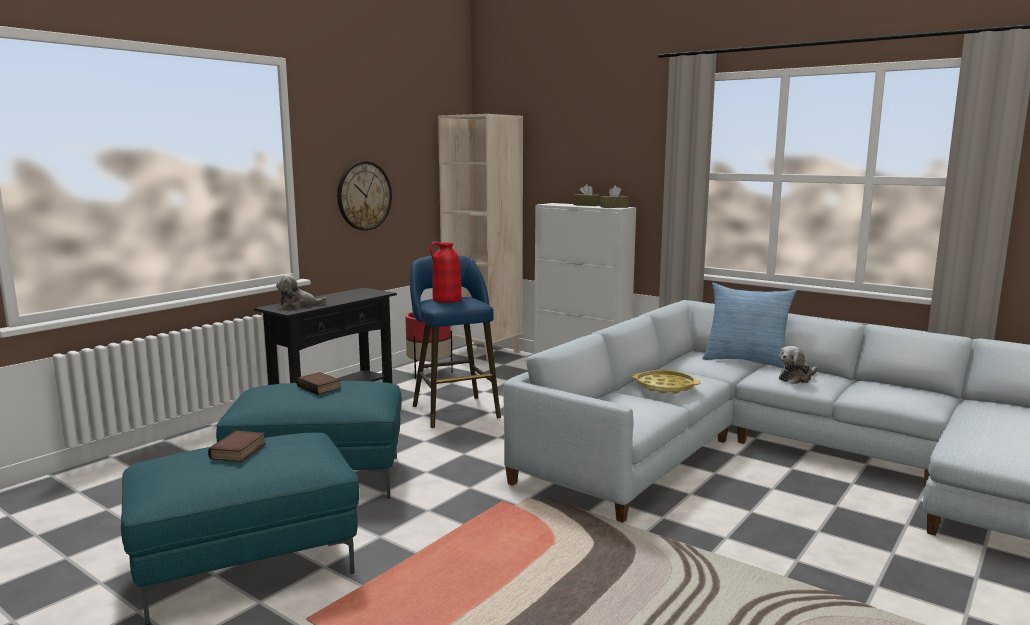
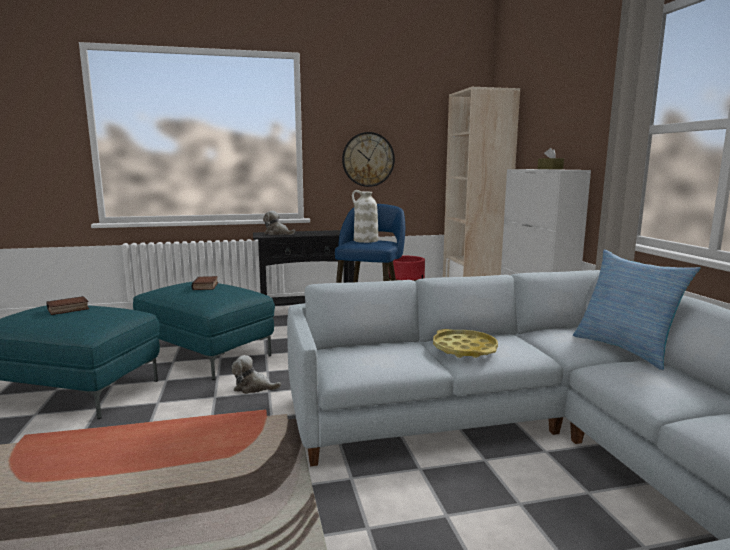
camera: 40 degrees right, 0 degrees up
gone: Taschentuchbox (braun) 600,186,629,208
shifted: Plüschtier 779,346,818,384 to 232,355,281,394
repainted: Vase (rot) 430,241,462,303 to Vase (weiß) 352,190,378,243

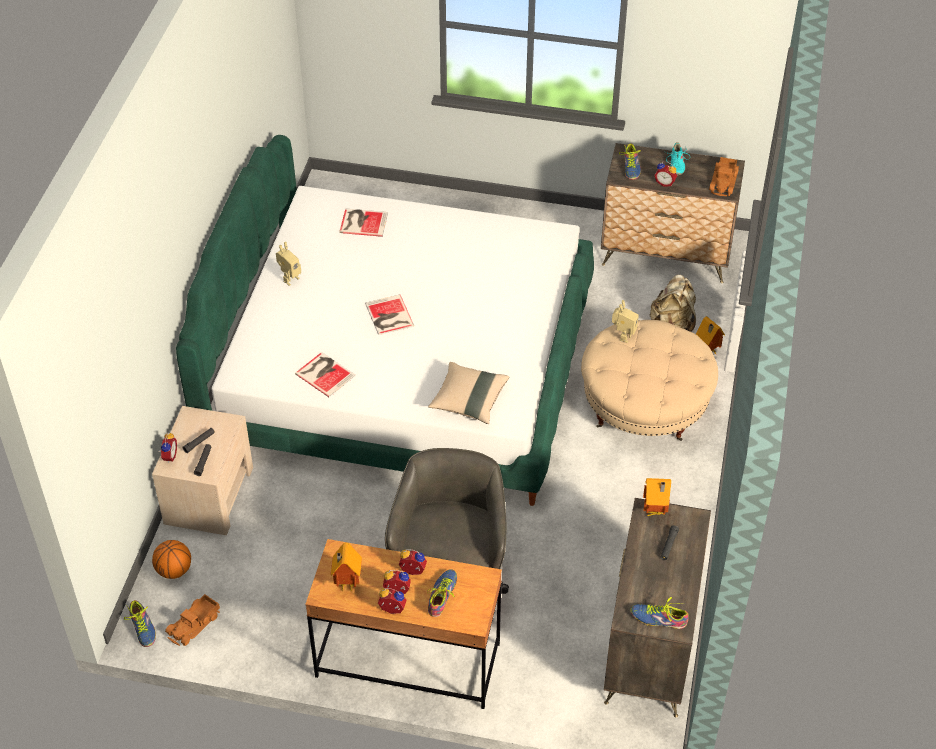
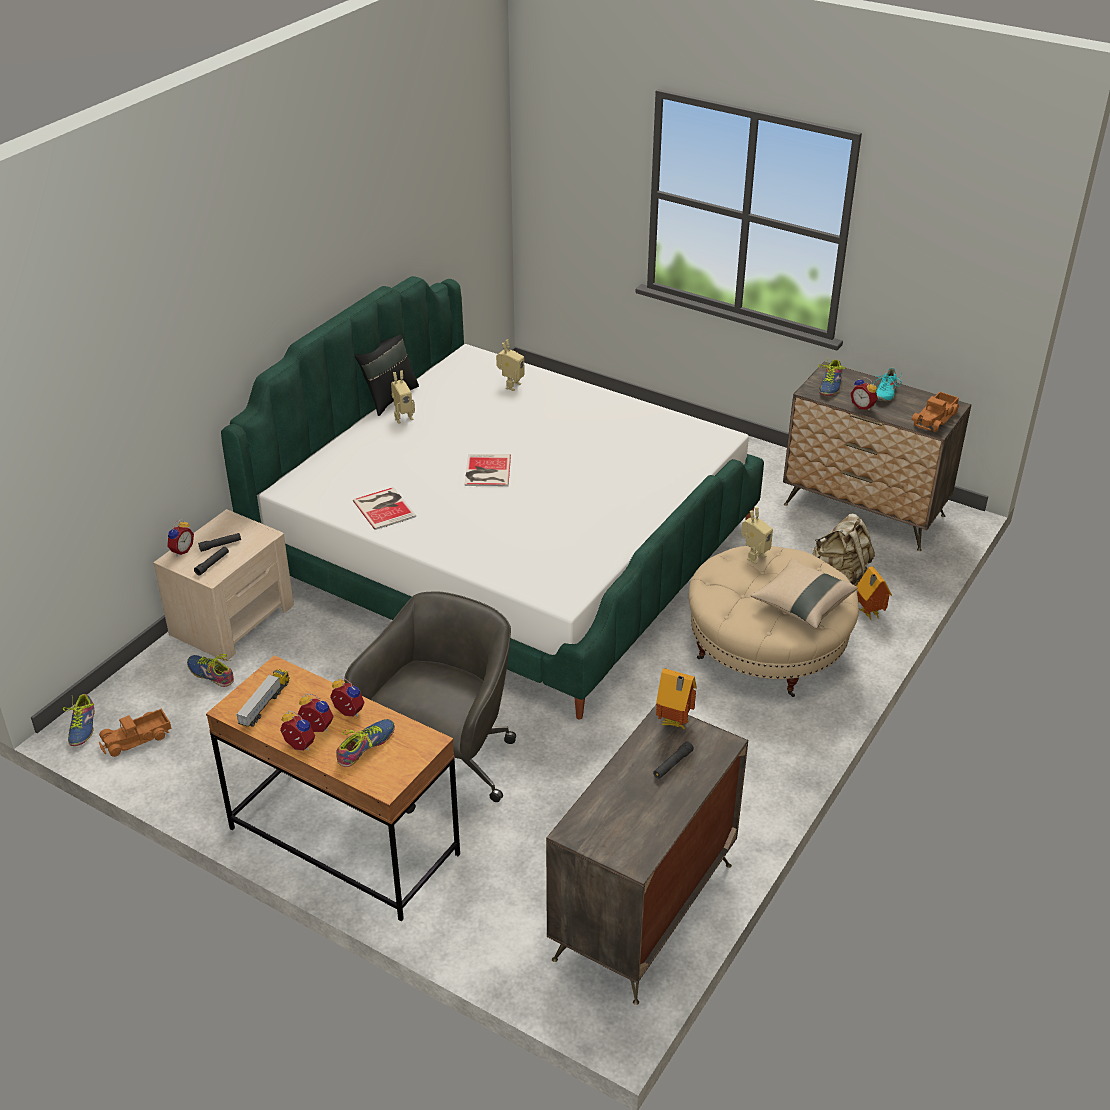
camera: 20 degrees right, 10 degrees down
gone: Basketball 152,540,191,579
new: Kissen (schwarz) 355,335,419,416
shifted: Schuh 631,597,689,629 to 187,654,234,687; Kissen (beige) 428,362,509,424 to 751,558,858,629
swapped: Spielzeughaus 331,543,362,591 to Spielzeuglaster 236,669,289,727; Buch 339,208,388,237 to Spielzeugroboter 496,340,525,391

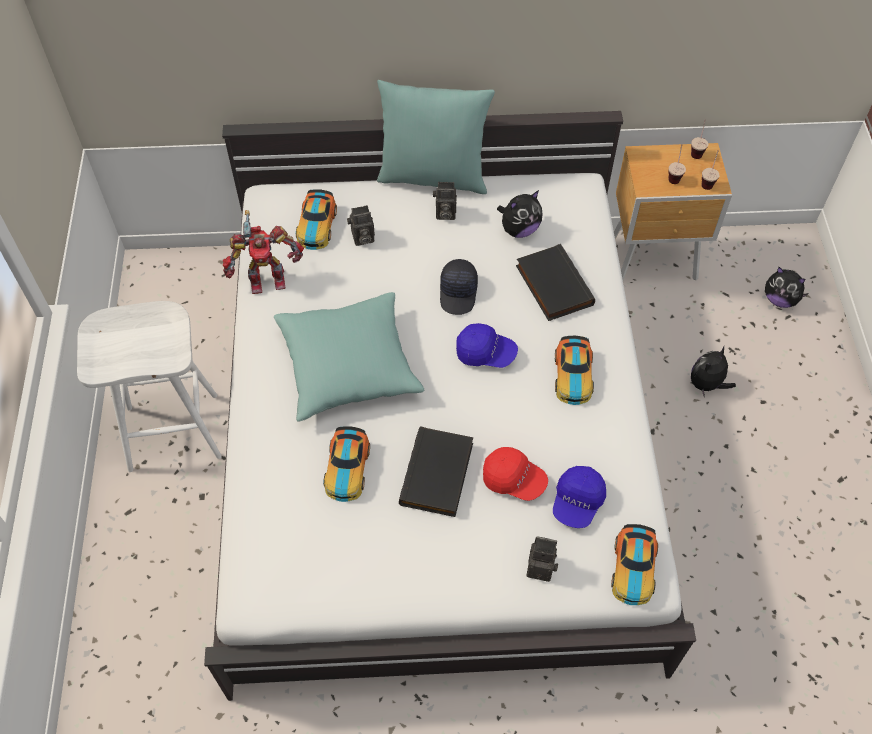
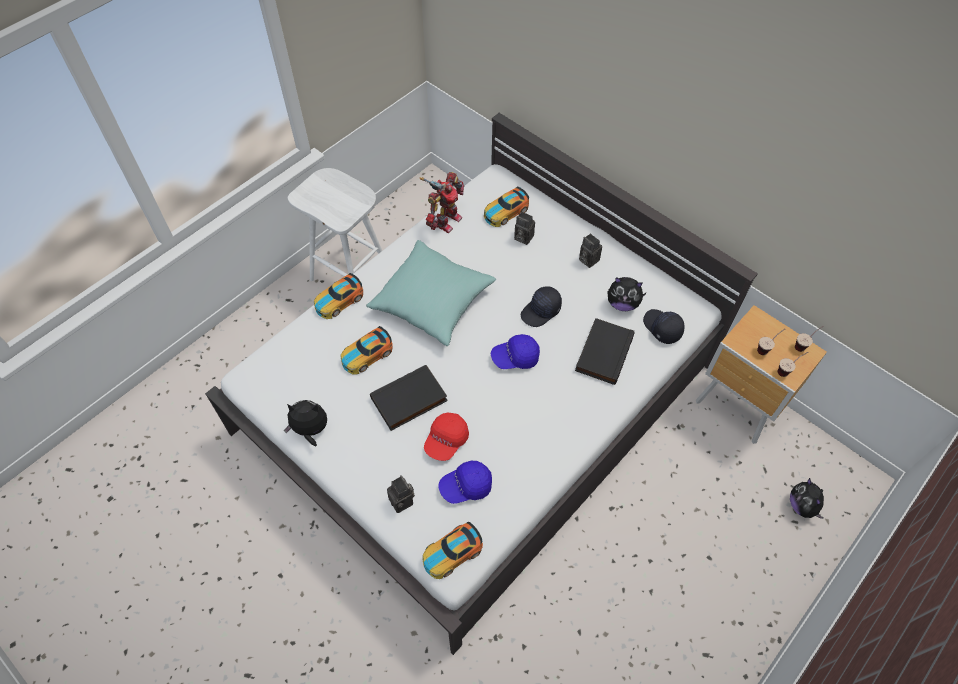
camera: 45 degrees right, 0 degrees up
gone: Kissen (türkis) 377,80,495,194
new: Kappe (schwarz) 643,309,685,344
shifted: Plüschtier 691,347,736,396 to 284,400,327,447; Spielzeugauto 555,336,594,405 to 314,273,363,319
rotated: Spielzeugroboter 223,210,304,294 = 419,172,465,233 90 degrees counterclockwise; Kappe (rot) 483,447,548,501 = 424,413,469,461 45 degrees clockwise; Kappe (blau) 456,323,518,368 = 491,334,540,369 105 degrees clockwise

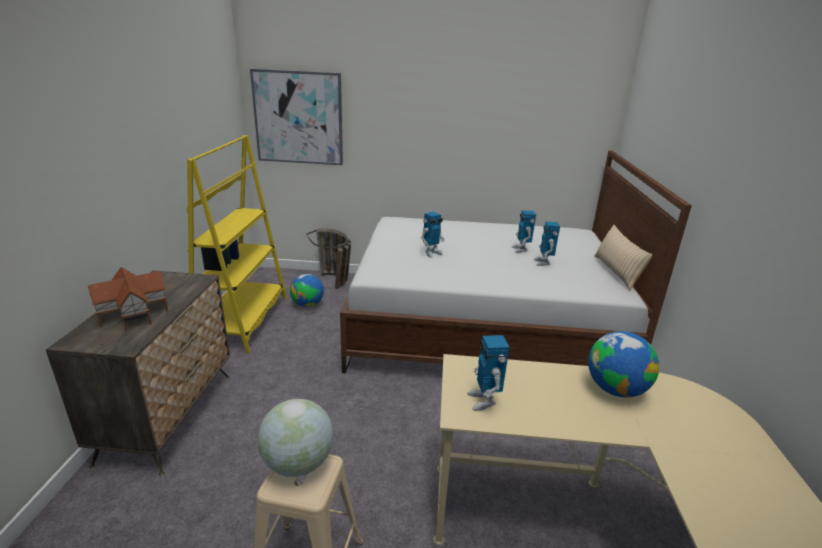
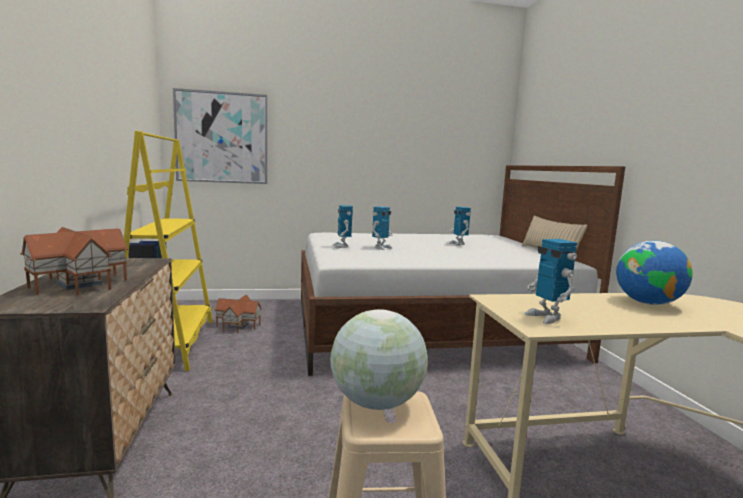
camera: 15 degrees left, 15 degrees down
gone: Korb 307,229,351,289
shifted: Spielzeugroboter 534,222,560,266 to 333,205,353,248
swapped: Globus 290,274,324,307 to Spielzeughaus 215,294,262,333

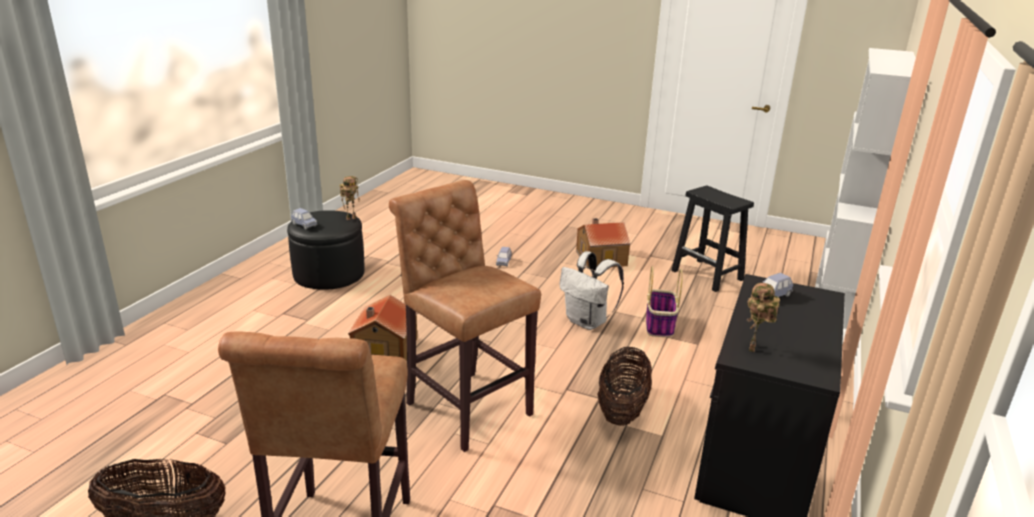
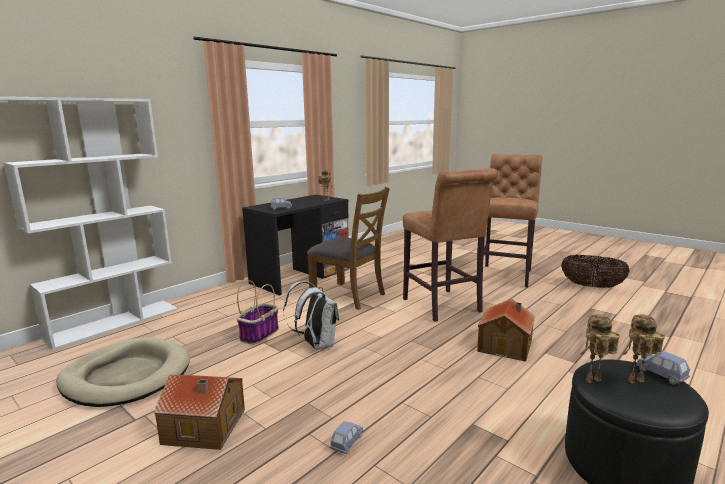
camera: 160 degrees left, 10 degrees down
new: Spielzeugroboter 623,314,665,383
swapped: Hocker (schwarz) 671,186,754,292 to Hundebett (beige) 56,337,190,407; Korb 598,346,652,426 to Stuhl (braun) 307,187,390,310

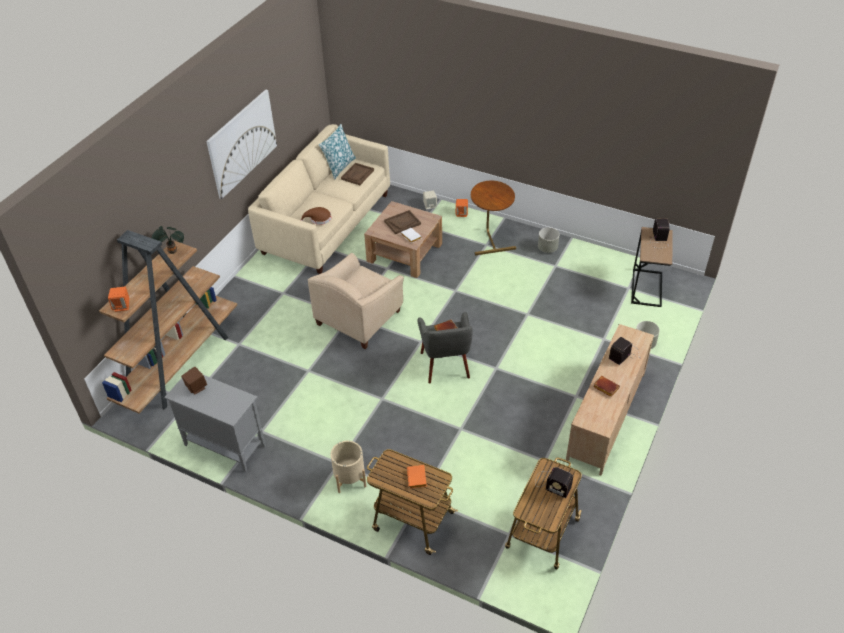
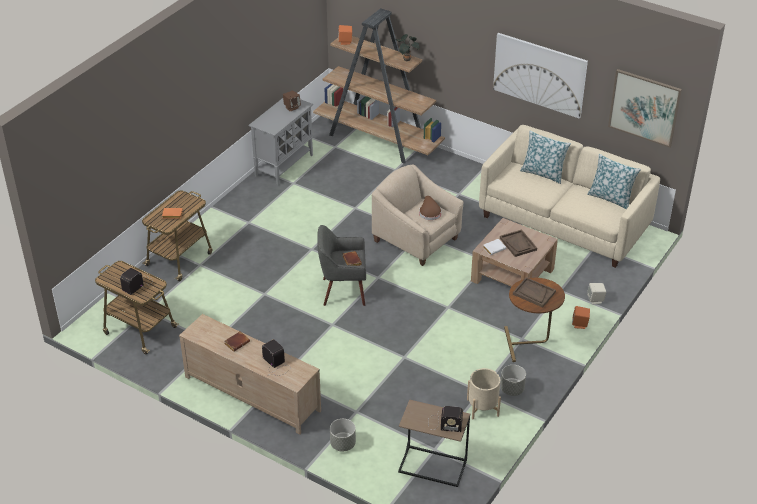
camera: 95 degrees right, 5 degrees down
new: Kissen 520,131,571,184; Bild 608,69,682,148
shifted: Hut (braun) 301,207,331,225 to 419,196,442,220; Pflanzkübel (beige) 331,441,366,493 to 467,368,501,419; Tablett (braun) 341,163,374,185 to 513,277,556,307

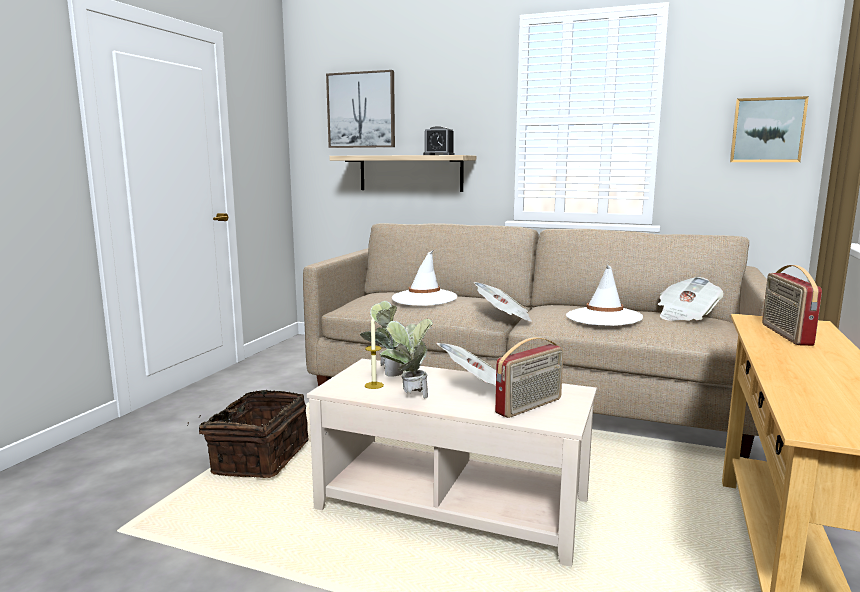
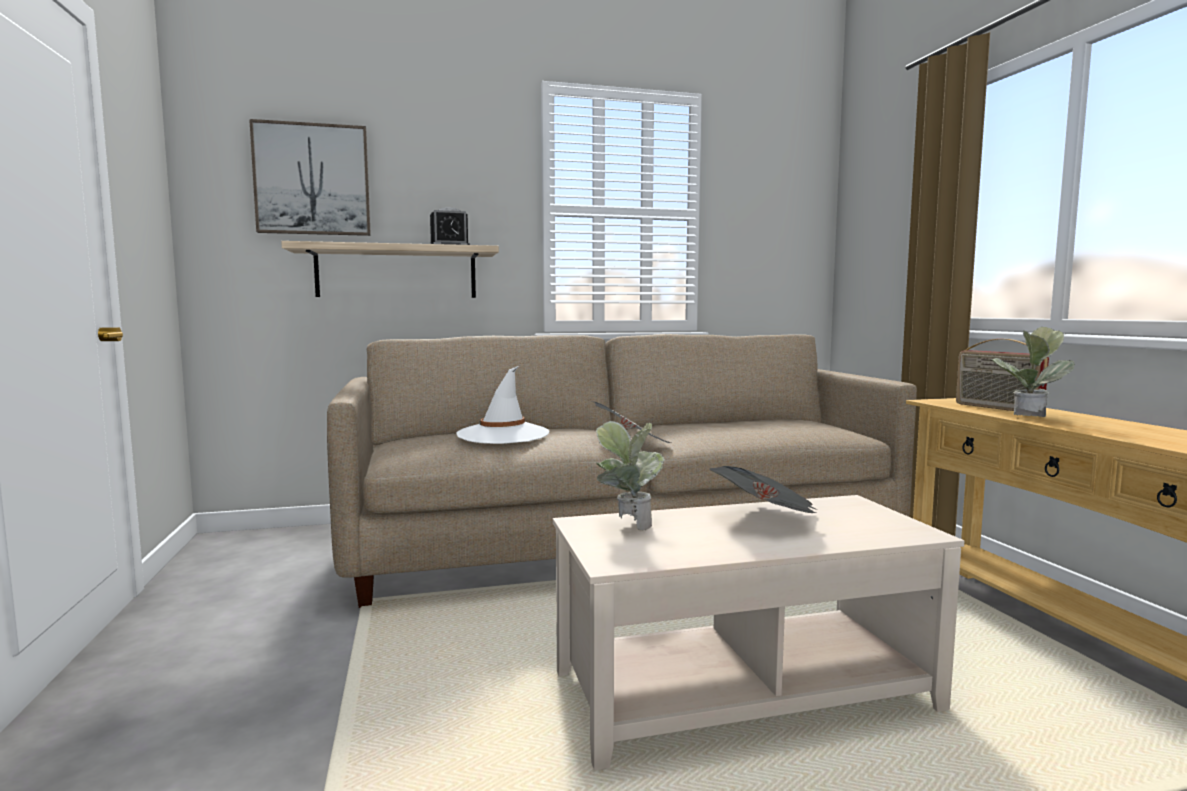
camera: 35 degrees left, 5 degrees down
gone: Korb 187,390,309,478; Kerze 365,317,384,389; Radio 495,337,563,418; Hut (weiß) 566,265,643,326; Zeitung 658,277,724,321; Bild 730,96,809,162
shifted: Topfpflanze 380,319,433,398 to 991,327,1075,417

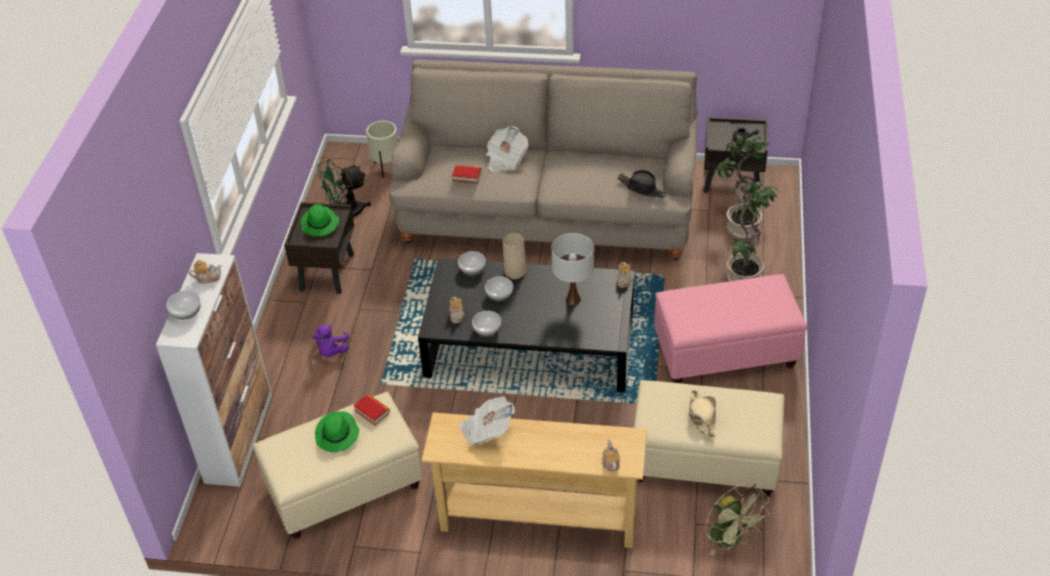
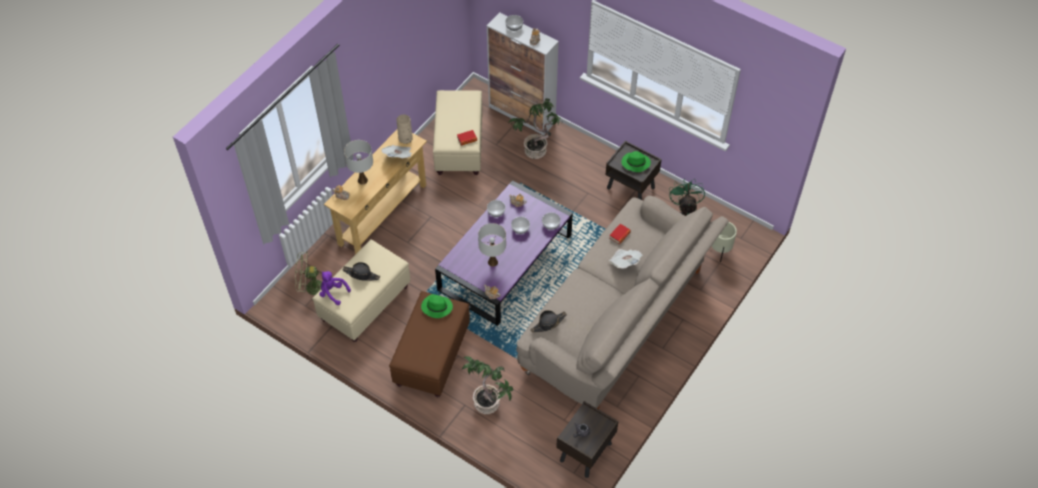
camera: 115 degrees right, 10 degrees up
new: Tischlampe (weiß) 344,140,373,185
shifted: Plüschtier (lila) 312,325,350,357 to 319,271,351,305; Vase (beige) 503,232,526,279 to 396,114,413,144; Hut (grün) 315,411,359,452 to 421,294,453,318; Topfpflanze 713,135,778,239 to 508,98,561,159
repainted: Hut (beige) 689,390,716,437 to Hut (schwarz) 343,262,380,281; Polsterhocker (rosa) 654,274,807,383 to Polsterhocker (braun) 389,291,470,397; Couchtisch (schwarz) 418,258,634,392 to Couchtisch (lila) 435,180,573,326

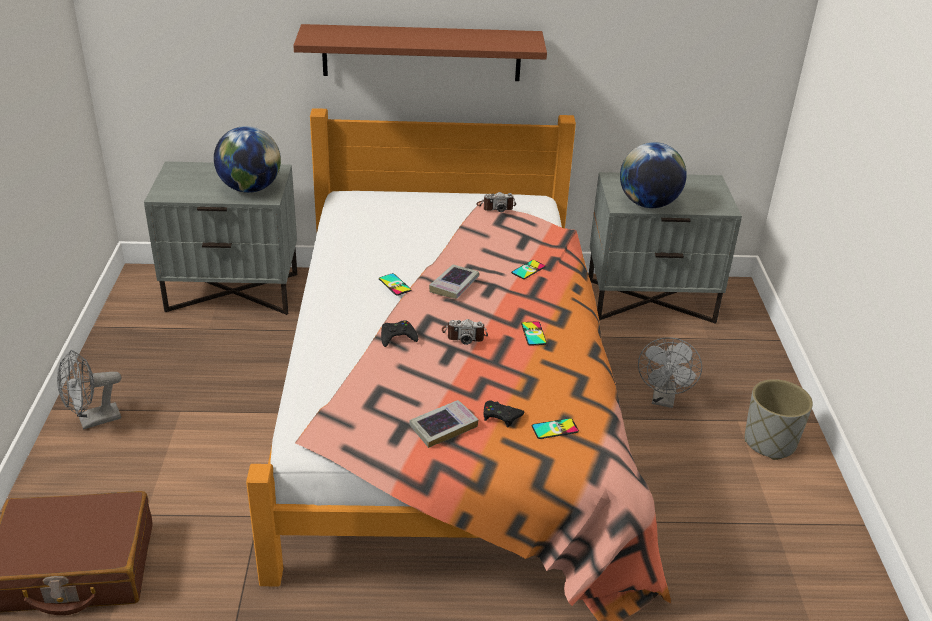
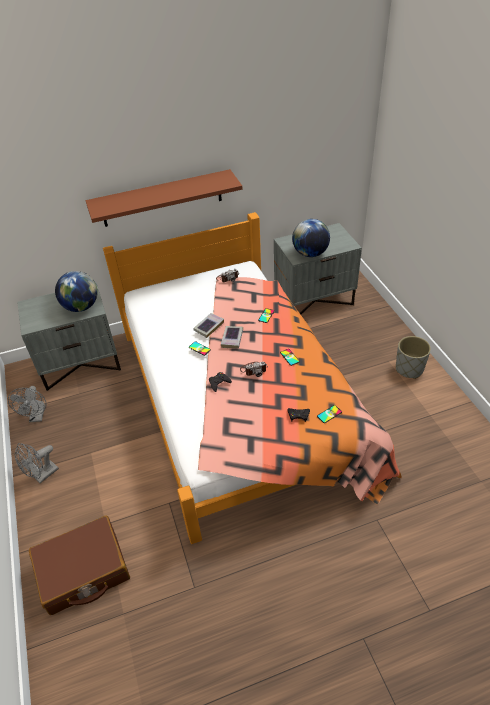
camera: 15 degrees left, 10 degrees up
shifted: Ventilator (grau) 638,337,702,408 to 8,386,47,422; Buch 409,400,479,448 to 193,313,224,338

